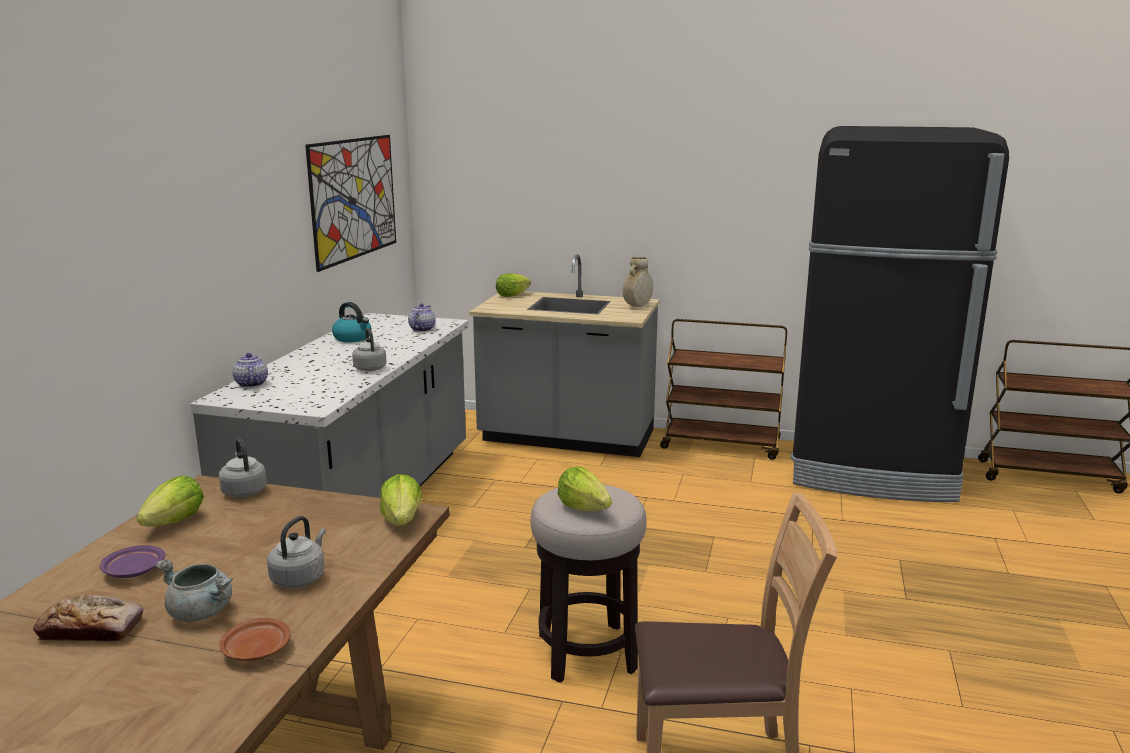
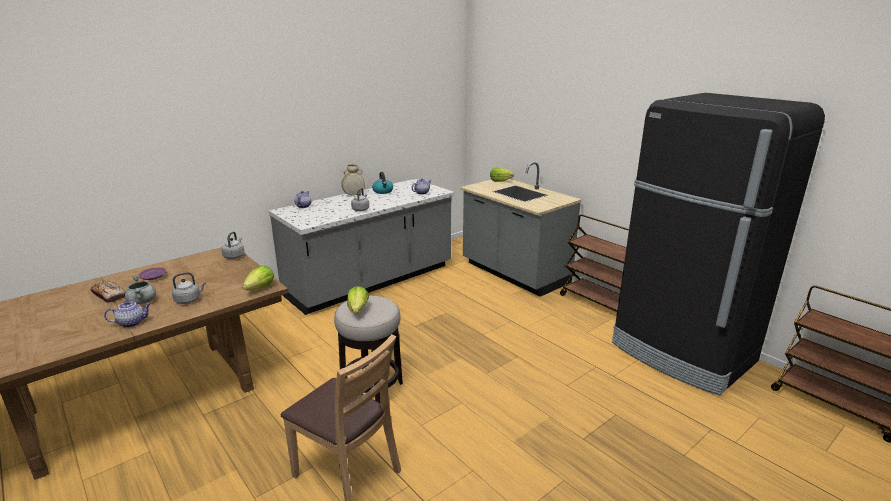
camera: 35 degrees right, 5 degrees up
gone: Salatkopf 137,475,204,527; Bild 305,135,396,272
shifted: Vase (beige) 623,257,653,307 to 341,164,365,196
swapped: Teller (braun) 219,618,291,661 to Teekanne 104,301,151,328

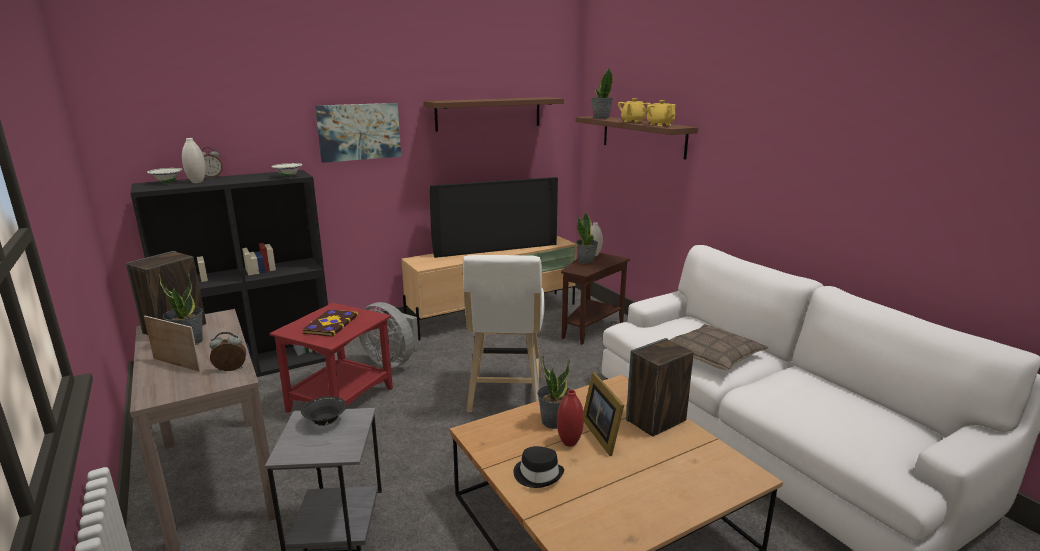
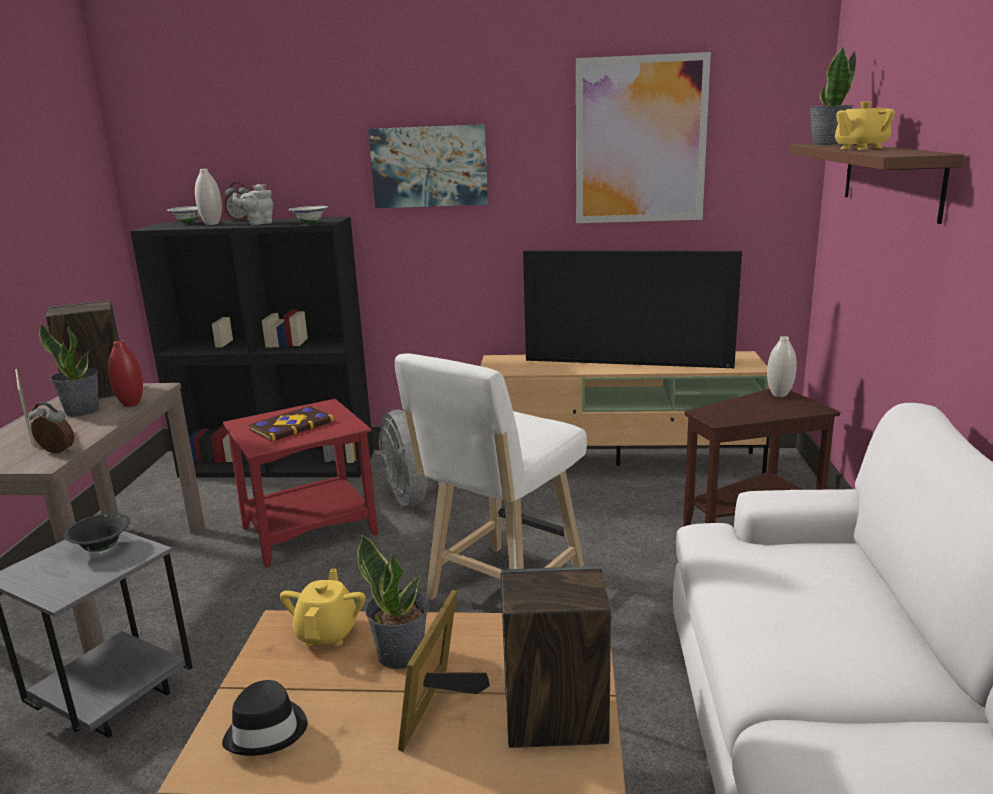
camera: 35 degrees right, 0 degrees up
gone: Topfpflanze 576,212,598,264; Kissen 670,324,768,370
new: Teekanne (grau) 233,184,273,225
shifted: Vase (rot) 557,390,584,447 to 108,340,143,407; Teekanne (gelb) 647,100,676,126 to 280,569,366,647
swapped: Wandregal (braun) 423,97,564,132 to Bild 576,52,711,223

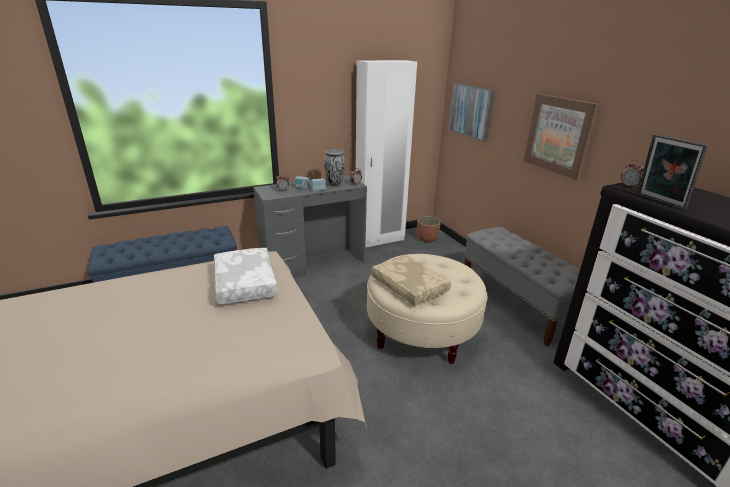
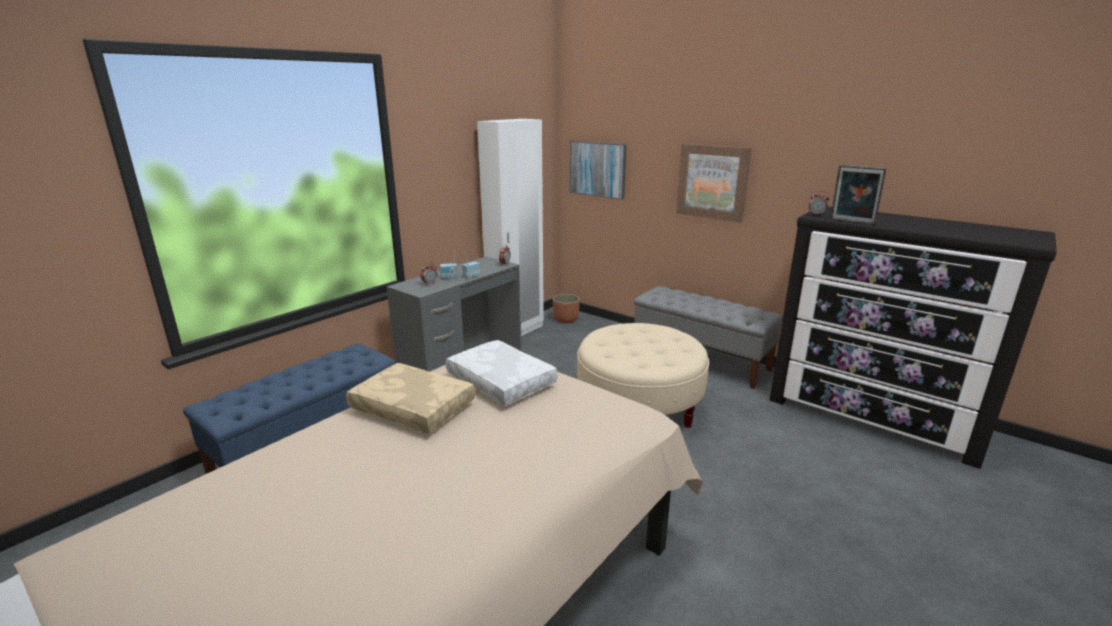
camera: 25 degrees left, 5 degrees down
gone: Vase 324,149,346,186
shifted: Kissen (beige) 371,255,451,306 to 346,363,476,434

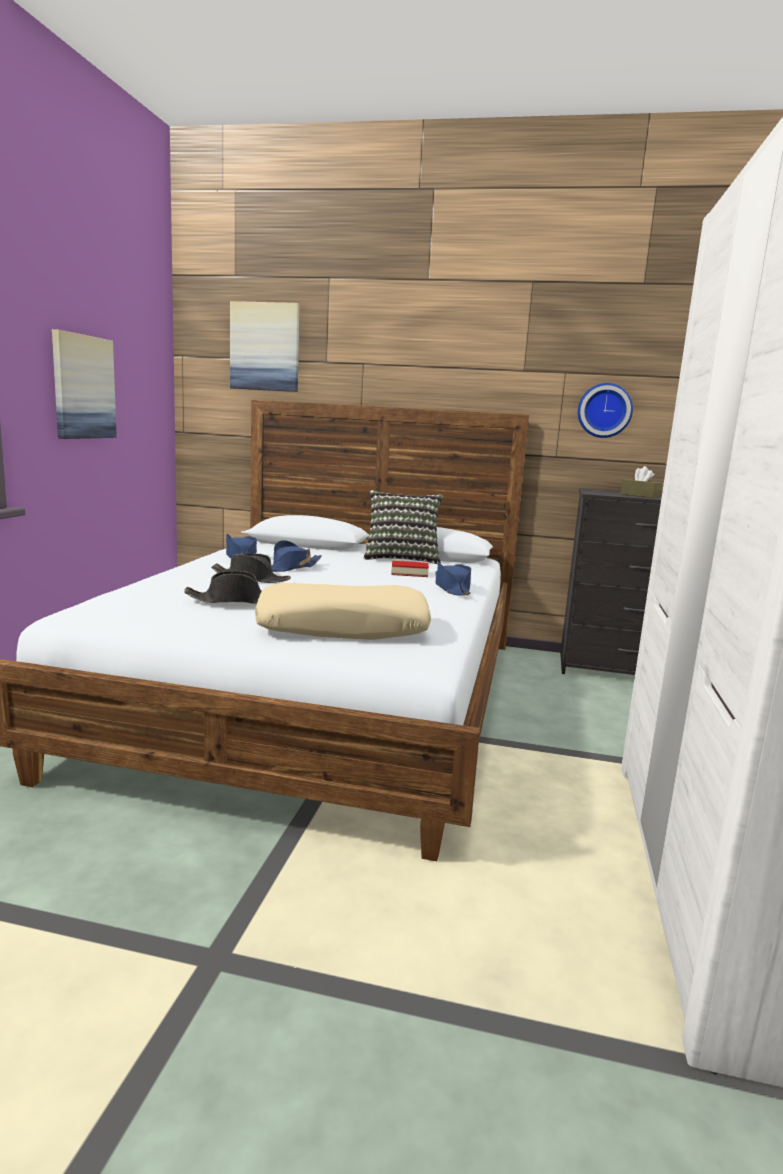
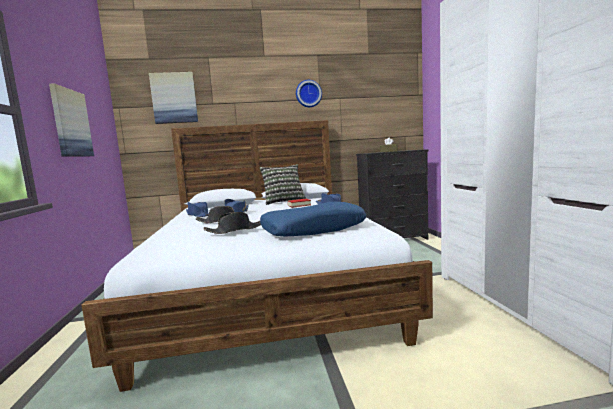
camera: 20 degrees left, 5 degrees down
shifted: Wanduhr 578,383,633,438 to 296,80,322,107
repainted: Kissen (beige) 255,583,431,640 to Kissen (blau) 260,202,366,237

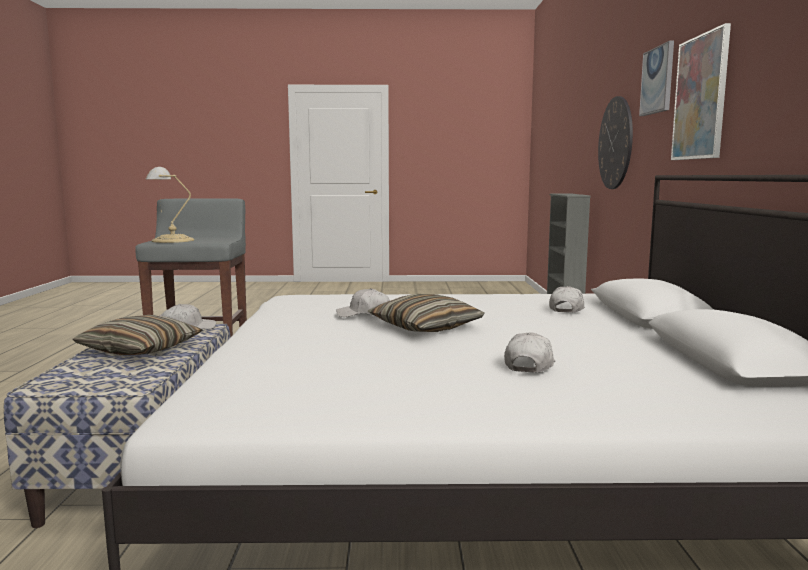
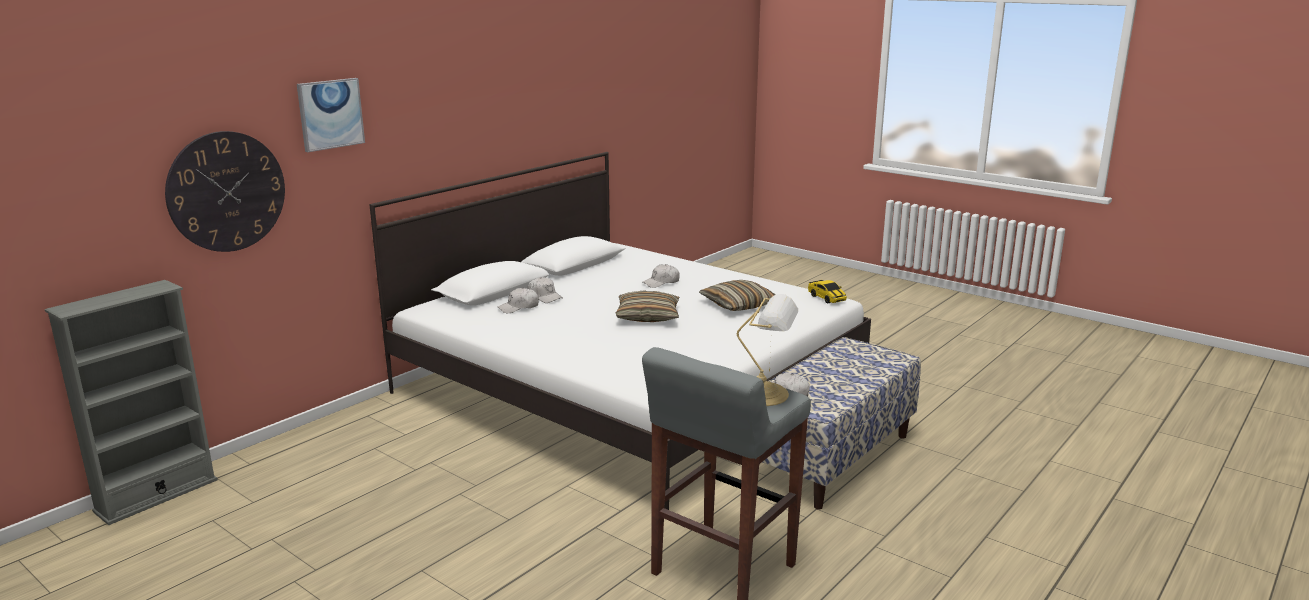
camera: 140 degrees left, 10 degrees up
gone: Bild 671,23,731,160
new: Spielzeugauto 808,280,847,303
shifted: Kappe (weiß) 336,288,390,317 to 527,277,563,303; Kissen 72,315,203,355 to 699,280,776,311

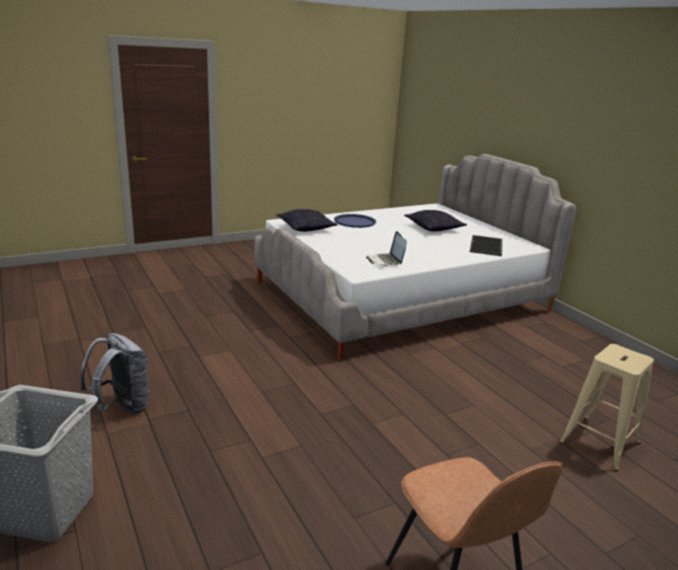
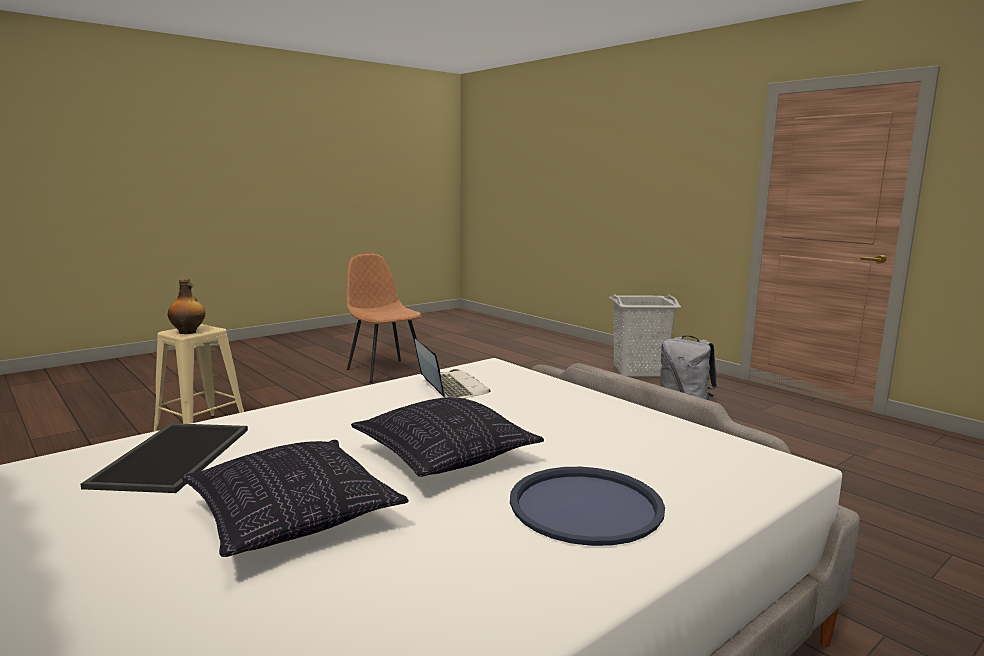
camera: 170 degrees right, 10 degrees down
new: Flasche 168,279,205,334
shifted: Kissen 276,209,338,232 to 351,397,544,477

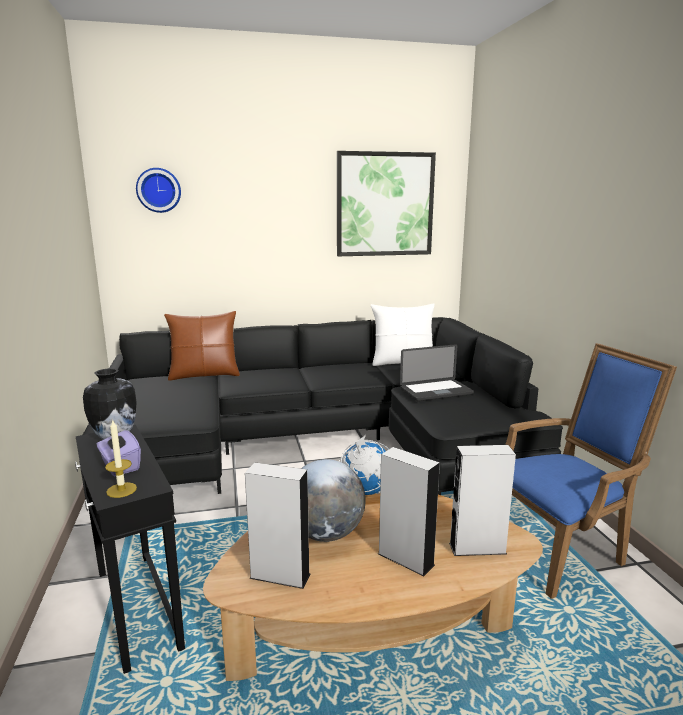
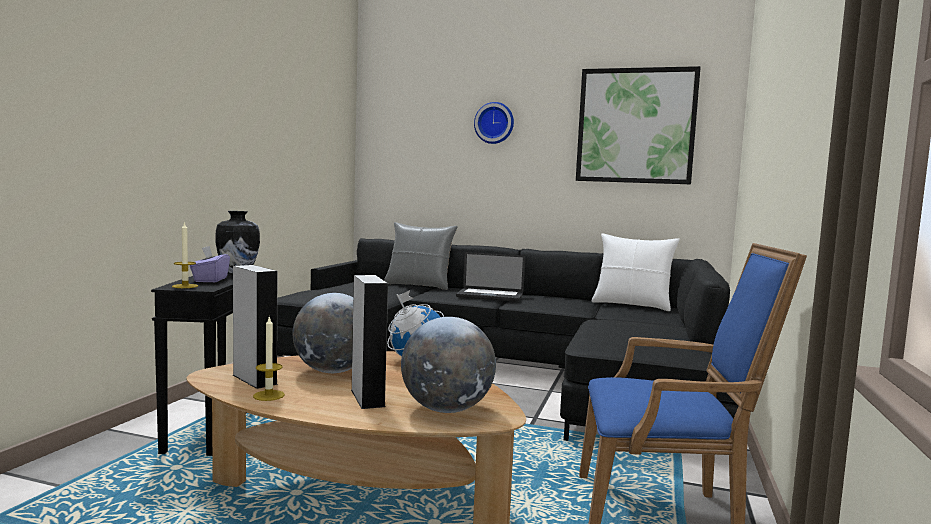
camera: 30 degrees right, 10 degrees down
new: Kerze 253,316,285,401
shifted: Laptop 400,344,474,401 to 456,252,525,302; Wanduhr 136,168,181,213 to 474,102,514,144
swapped: Lautsprecher (grau) 449,445,516,556 to Globus 401,317,496,413
repainted: Kissen (braun) 164,311,240,381 to Kissen (grau) 384,222,458,290

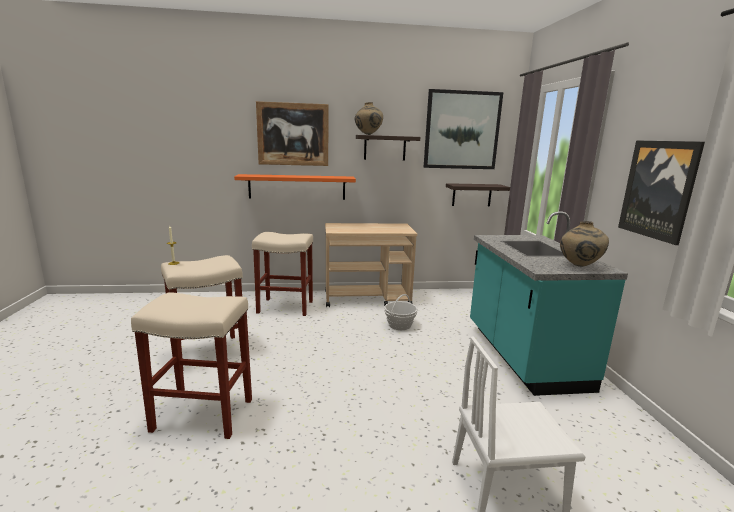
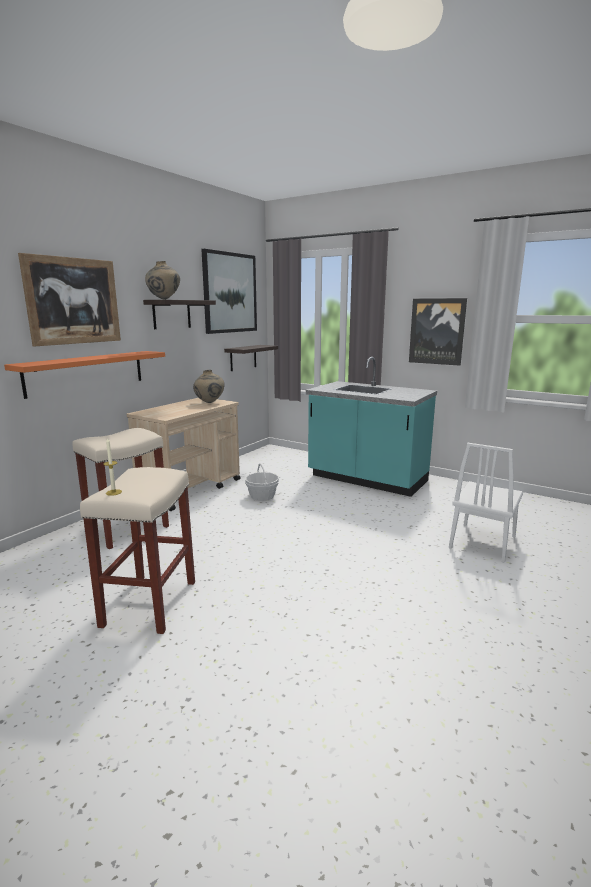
camera: 50 degrees left, 0 degrees up
gone: Hocker (beige) 131,292,252,439
shifted: Vase (beige) 560,221,609,267 to 193,370,224,403

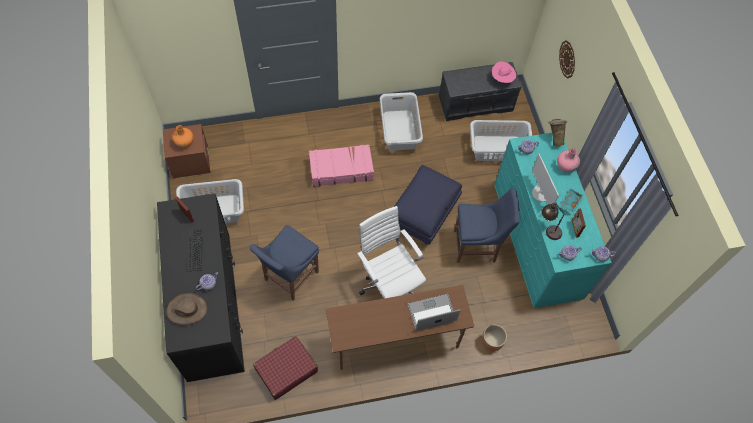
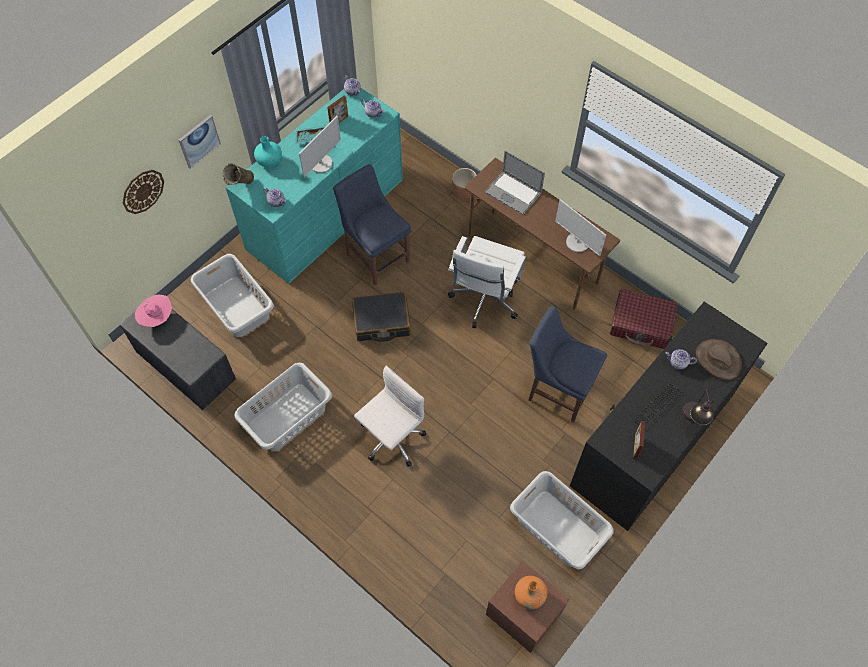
camera: 125 degrees left, 0 degrees up
new: Bild 179,115,221,169; Monitor 555,199,606,256
shifted: Tischlampe 541,202,564,240 to 682,389,714,425
swapped: Polsterhocker (blau) 394,165,462,245 to Koffer (schwarz) 352,292,411,342; Koffer (rosa) 309,144,374,187 to Bürostuhl (weiß) 354,366,426,467
repainted: Vase (rosa) 557,148,580,172 to Vase (türkis) 254,136,282,168
rotated: Stuhl (blau) 250,225,319,301 = 528,306,607,423 150 degrees counterclockwise

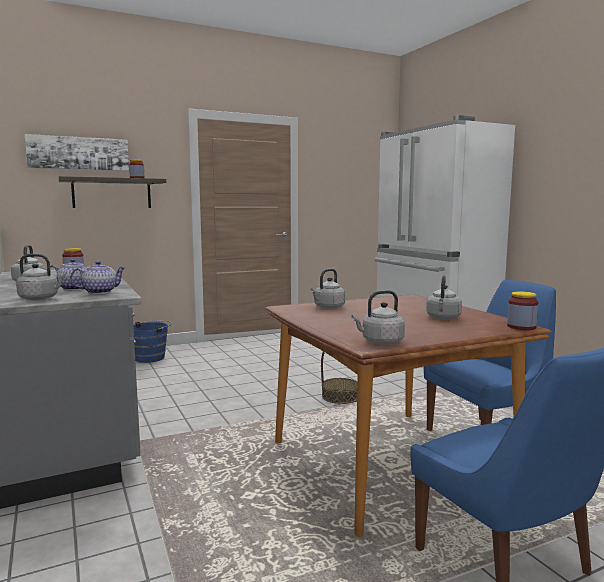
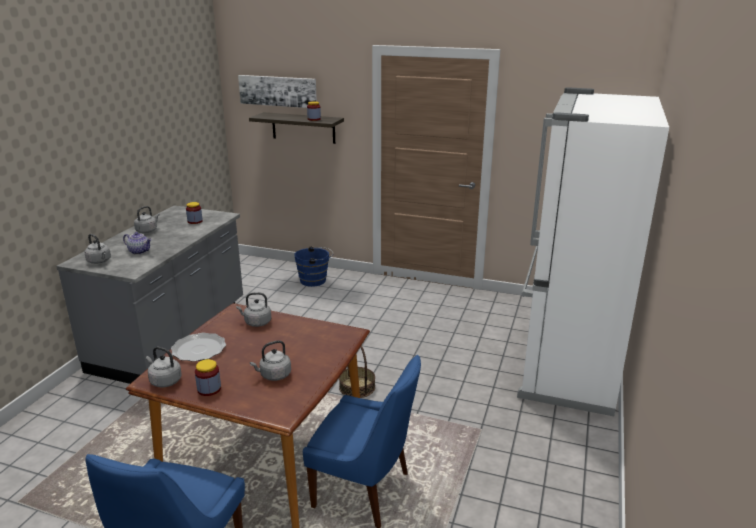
camera: 45 degrees right, 15 degrees up
gone: Teekanne 70,261,125,294
new: Teller 171,333,226,362
shifted: Vorratsglas 507,291,538,330 to 195,359,221,396

